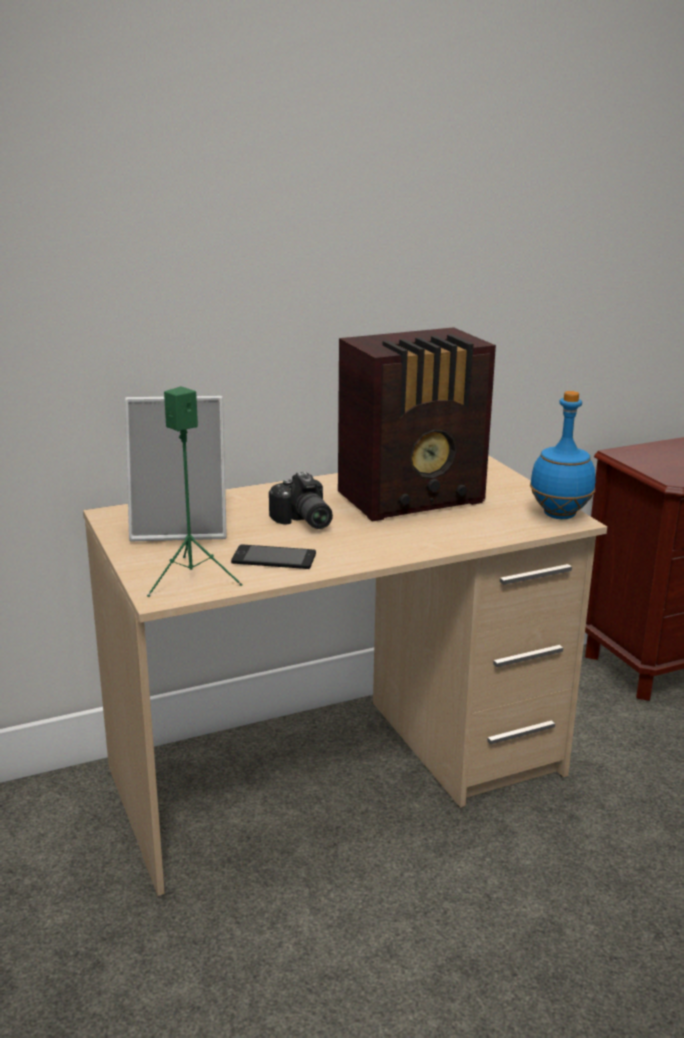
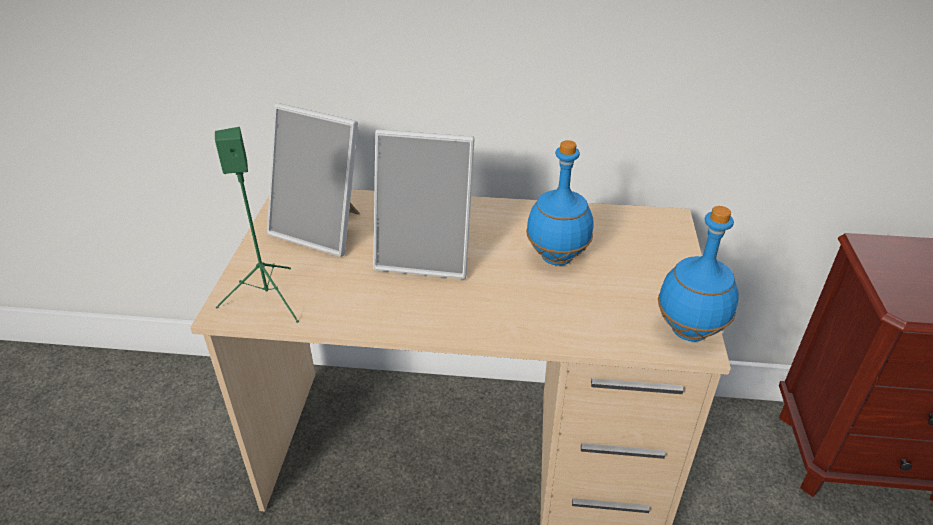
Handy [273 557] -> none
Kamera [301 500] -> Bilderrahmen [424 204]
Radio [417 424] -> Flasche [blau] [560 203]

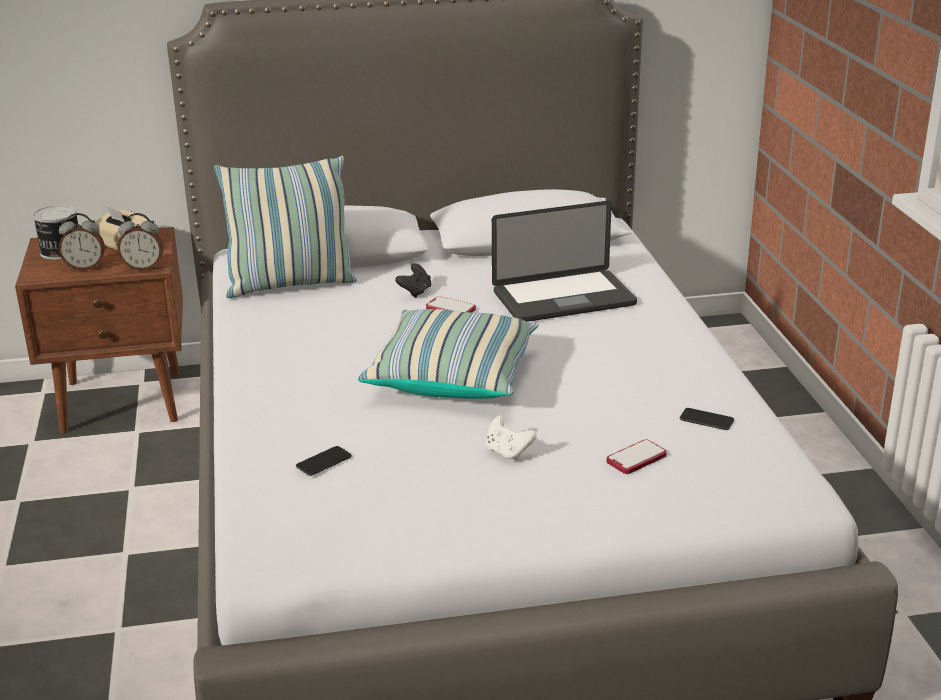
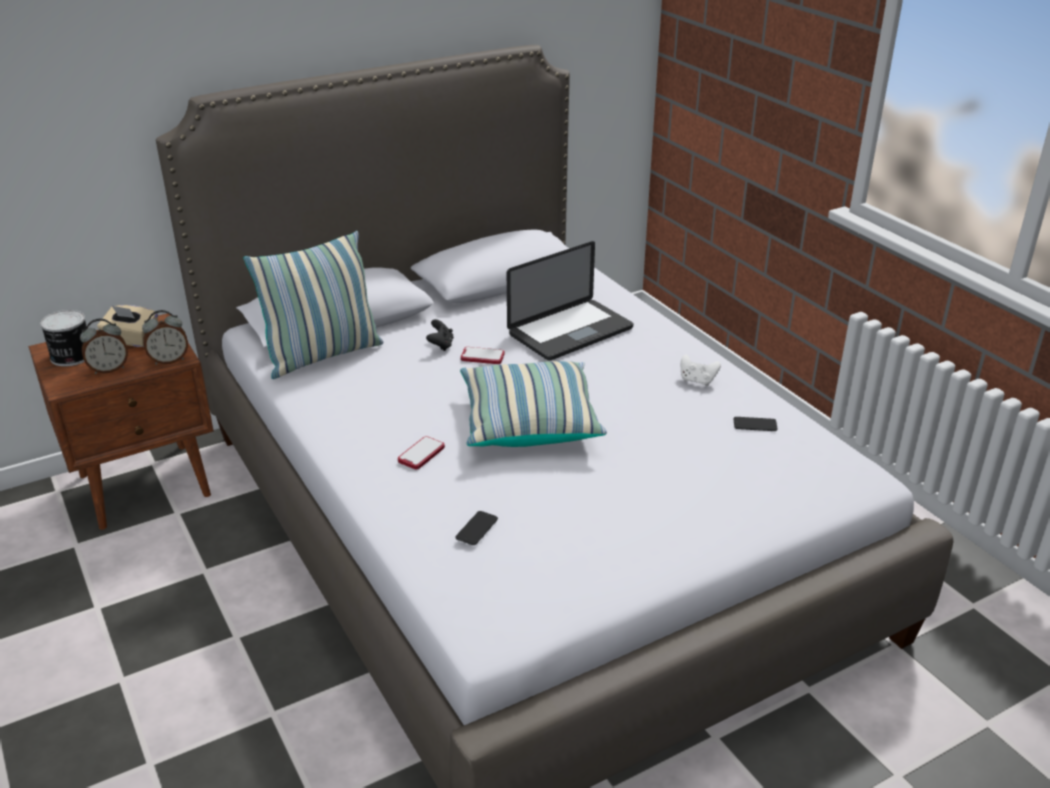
Gamepad [weiß] [511 438] -> Gamepad [weiß] [701 370], shifted
Handy [637 457] -> Handy [421 453], shifted

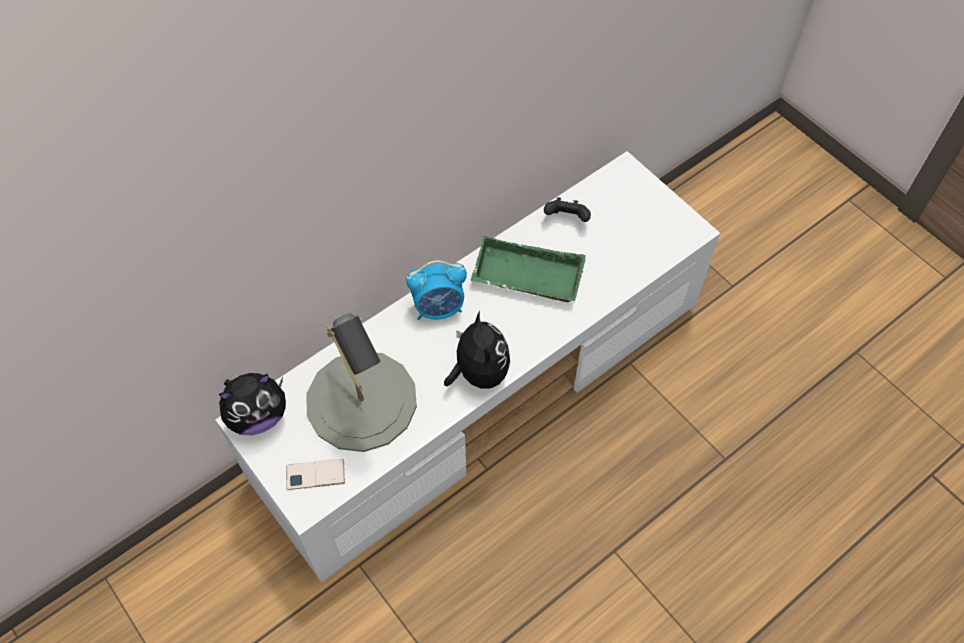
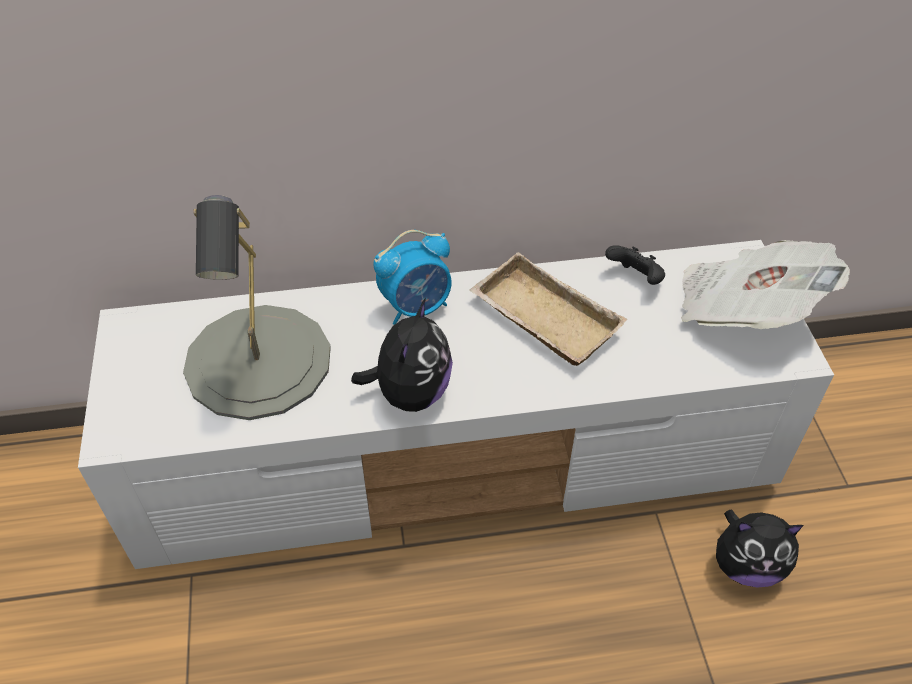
Handy [315 474] -> none
none -> Zeitung [765 284]
Plüschtier [252 404] -> Plüschtier [760 549], shifted
Tablett [grün] [528 269] -> Tablett [beige] [548 309]
Wecker [436 290] -> Wecker [412 277], 45 degrees counterclockwise

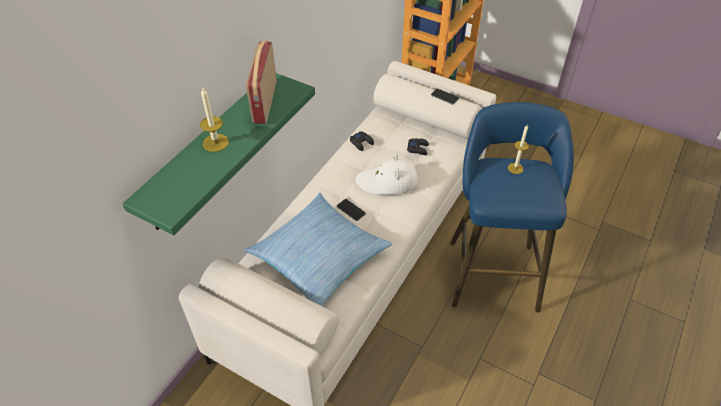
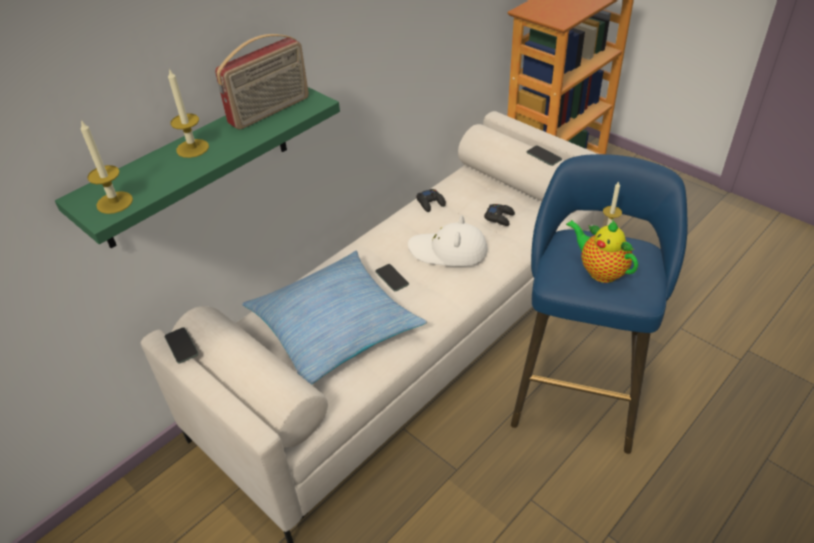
none -> Kerze [106 167]
none -> Handy [181 345]
none -> Teekanne [602 251]
Radio [261 82] -> Radio [262 82], 150 degrees counterclockwise

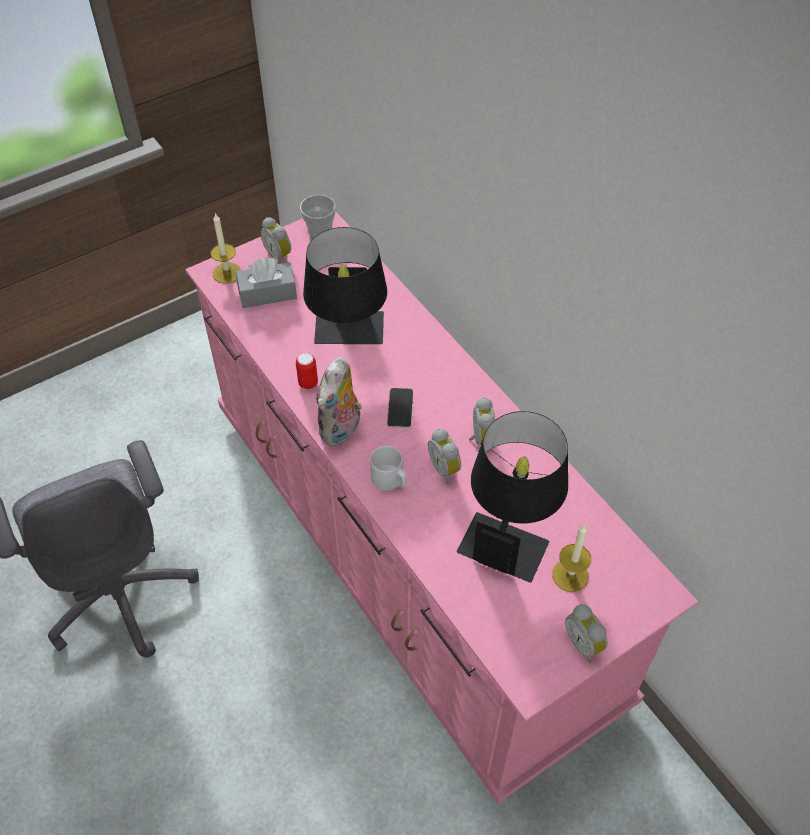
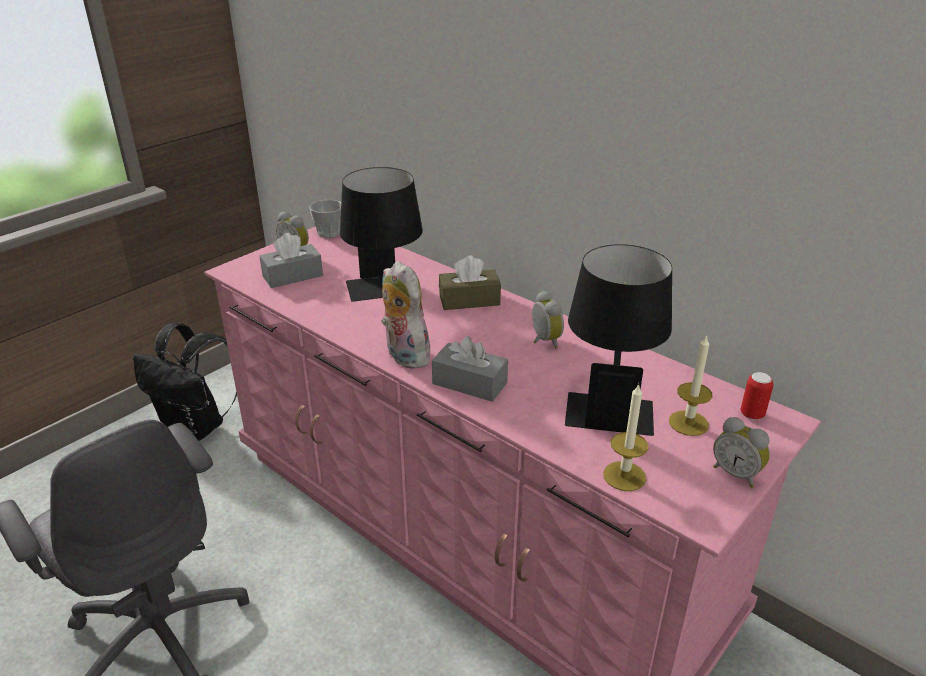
Handy [400 408] -> none
Wecker [444 456] -> none
none -> Rucksack [schwarz] [185 382]
none -> Taschentuchbox [braun] [470 282]
Kerze [225 248] -> Kerze [626 437], shifted
Dose [307 371] -> Dose [757 396], shifted
Henkelbecher [grau] [388 468] -> Taschentuchbox [grau] [470 369]
Plüschtier [339 402] -> Plüschtier [406 315], 135 degrees clockwise

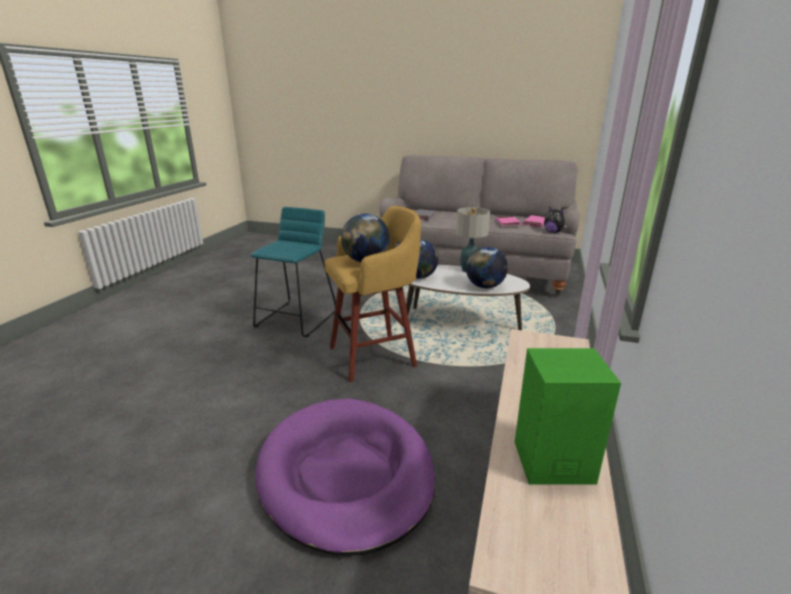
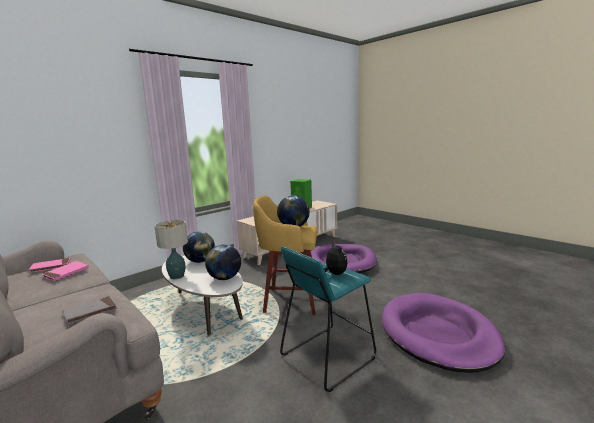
none -> Hundebett [lila] [443 333]
Plüschtier [556 220] -> Plüschtier [336 258], shifted

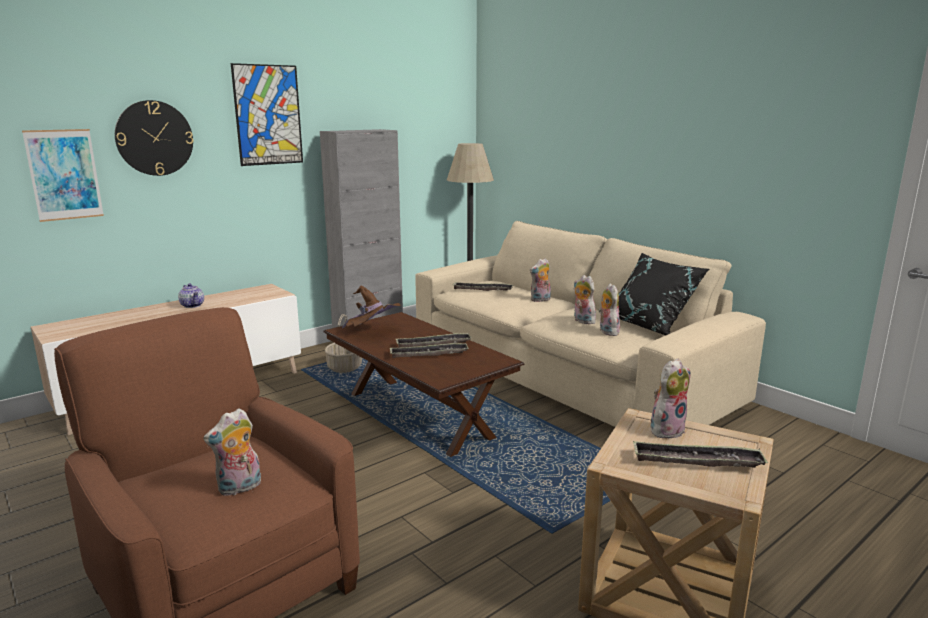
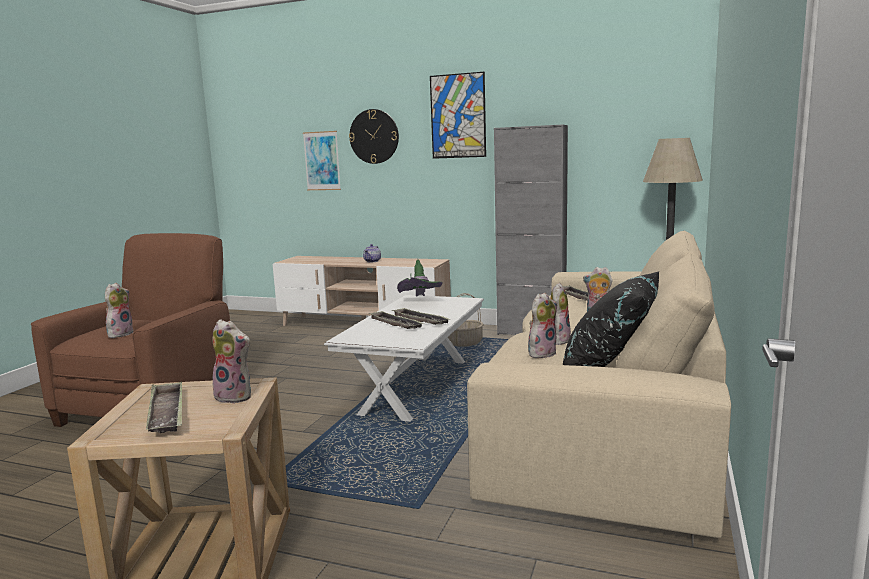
Couchtisch [braun] [423 384] -> Couchtisch [weiß] [404 358]
Hut [braun] [371 306] -> Hut [grün] [420 277]
Plüschtier [232 452] -> Plüschtier [119 310], 90 degrees clockwise

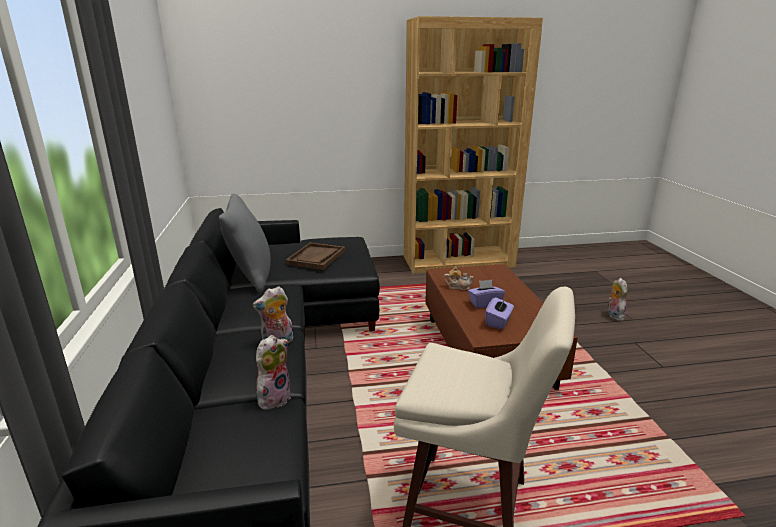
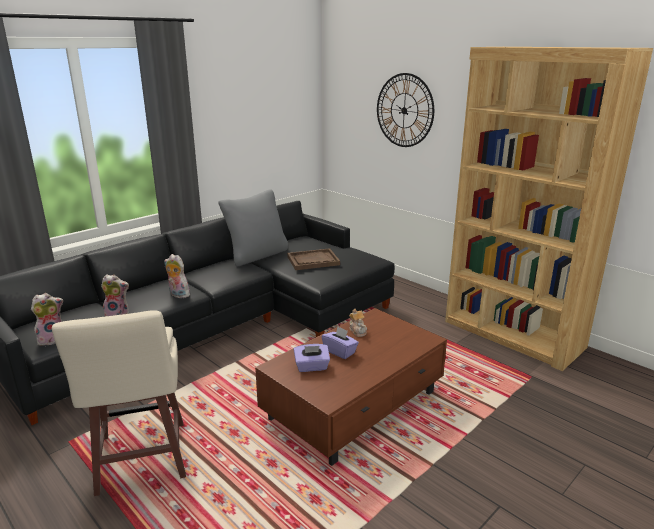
none -> Wanduhr [405 110]
Plüschtier [618 299] -> Plüschtier [47 319], shifted

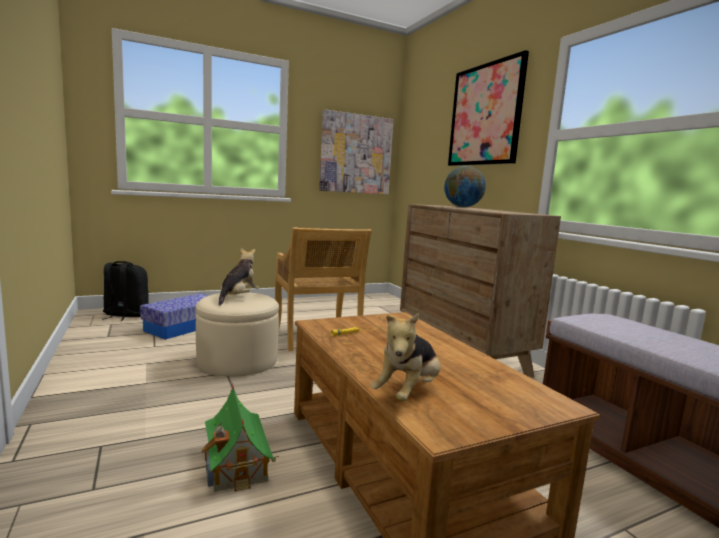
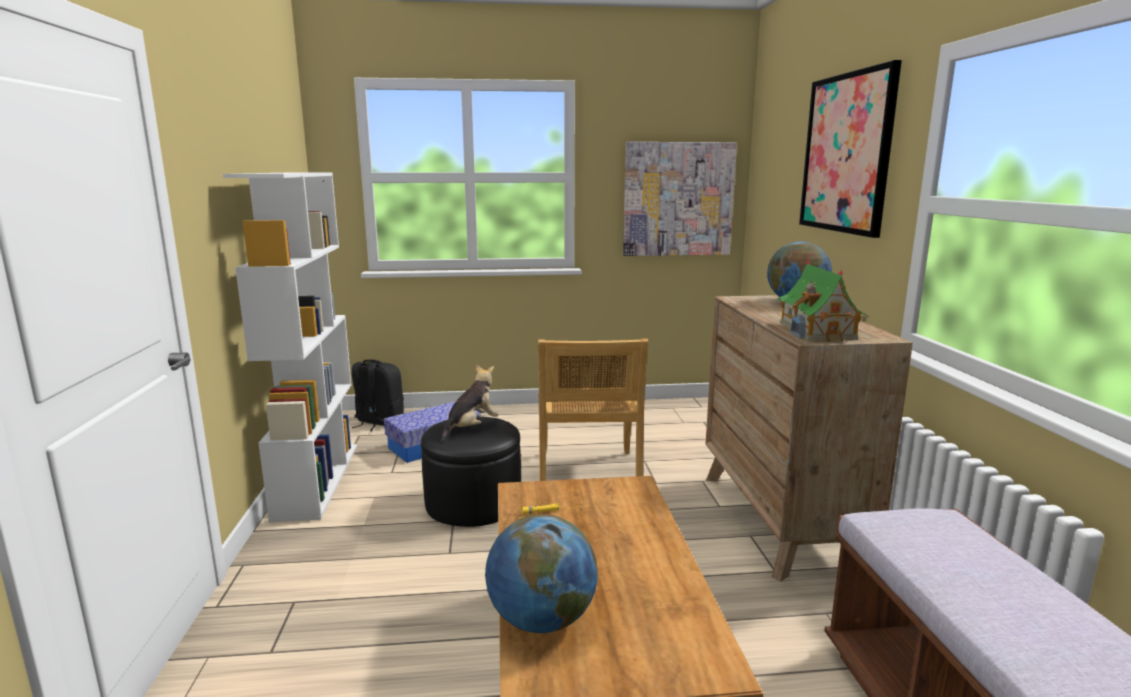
none -> Bücherregal [weiß] [290 347]
Spielzeughaus [240 438] -> Spielzeughaus [823 300], shifted
Plüschtier [405 357] -> Globus [541 573]
Polsterhocker [beige] [237 334] -> Polsterhocker [schwarz] [471 471]

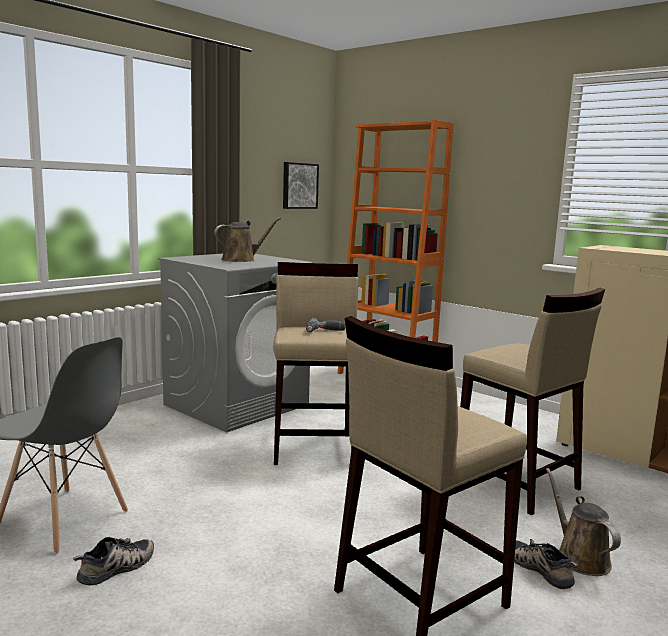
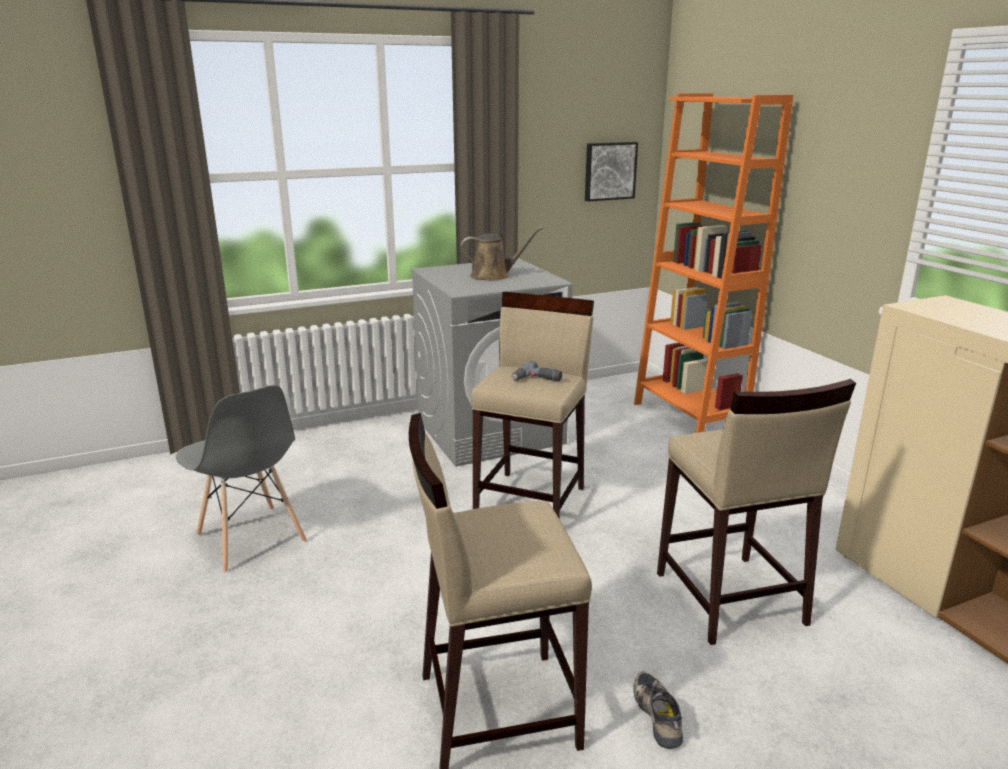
Schuh [113 561] -> none
Gießkanne [braun] [583 522] -> none

